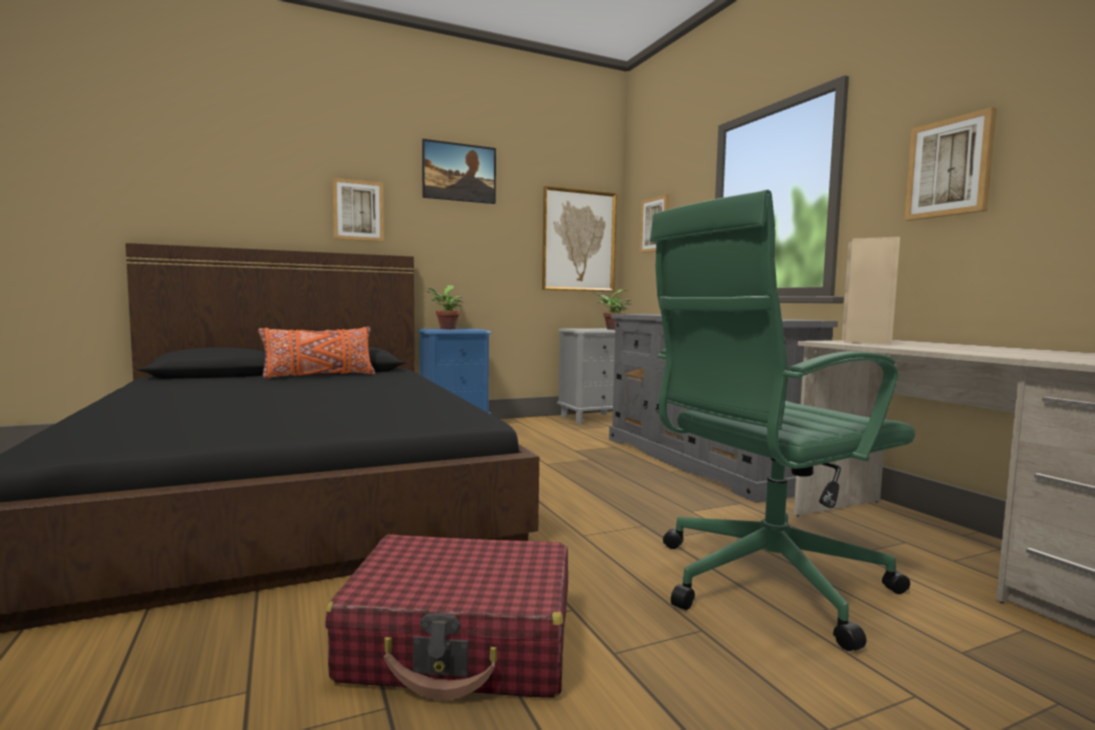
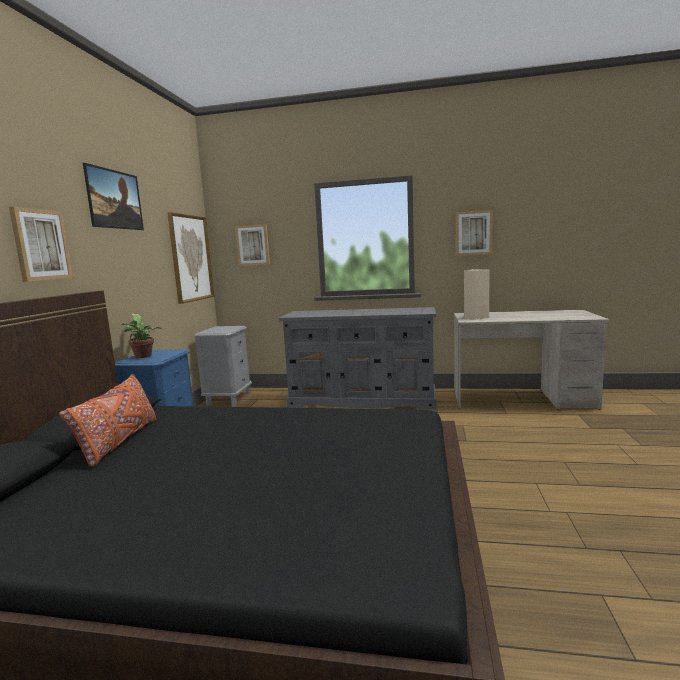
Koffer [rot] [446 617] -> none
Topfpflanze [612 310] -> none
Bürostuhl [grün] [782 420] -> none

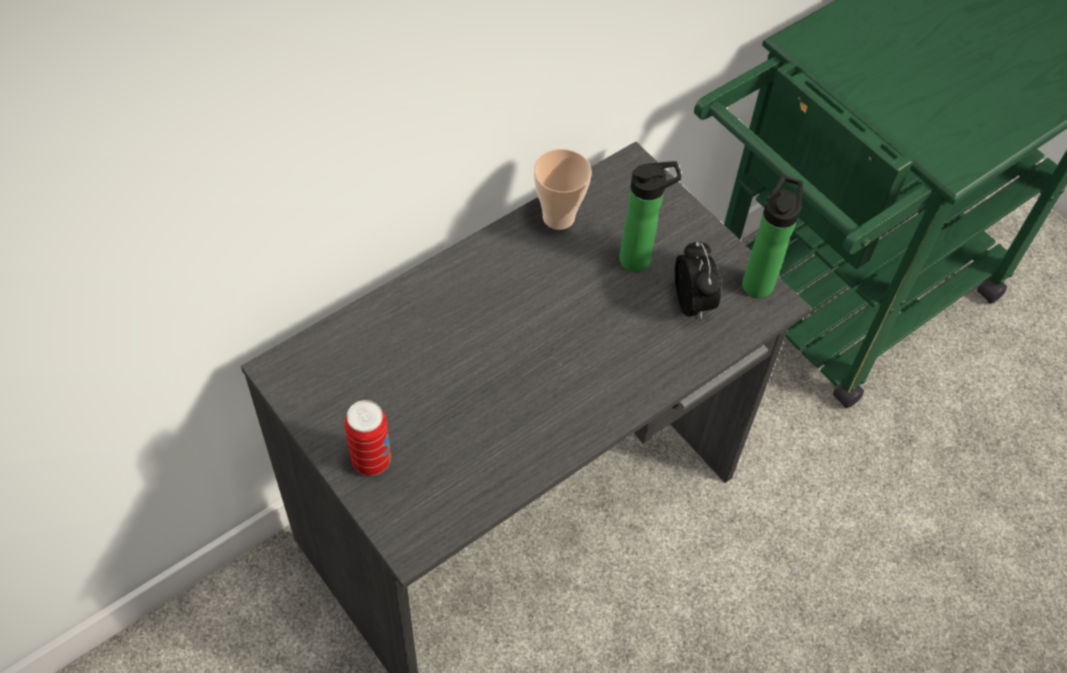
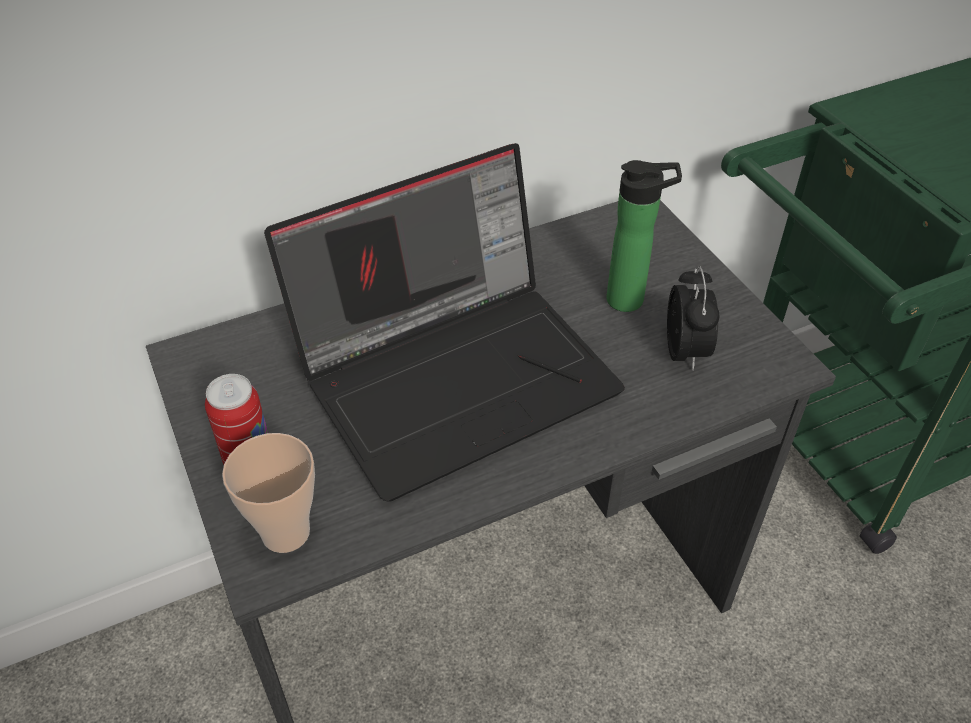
Flasche [772 237] -> none
none -> Laptop [444 322]
Tasse [563 189] -> Tasse [268 493], shifted

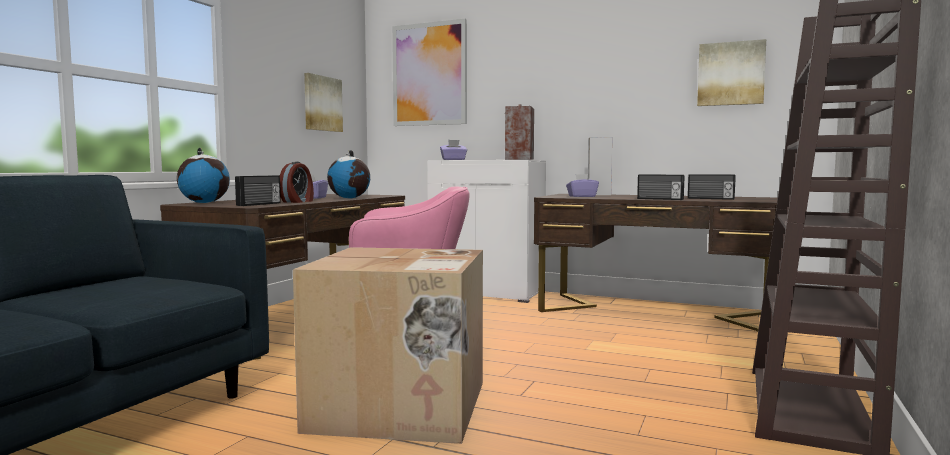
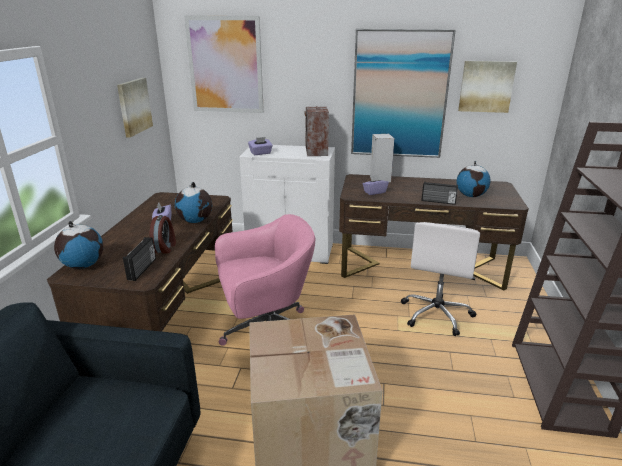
none -> Bild [403 93]
none -> Bürostuhl [weiß] [440 279]
Radio [712 187] -> Globus [473 179]

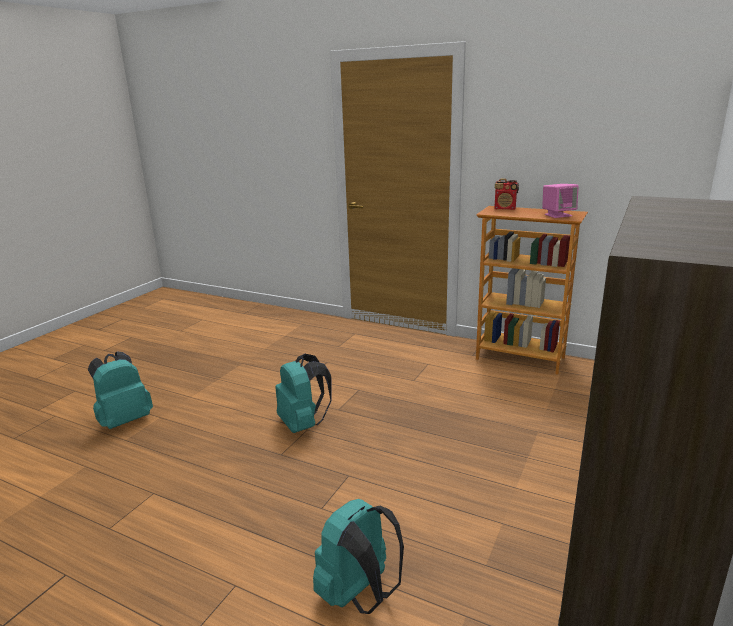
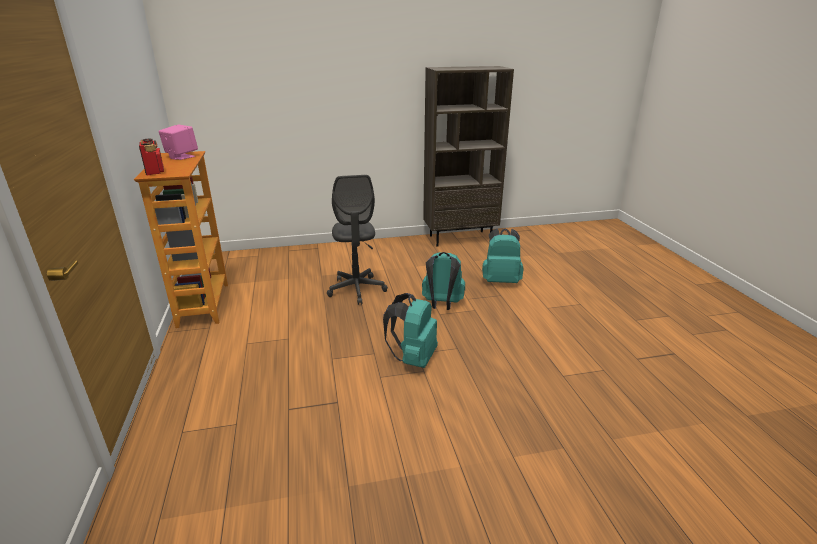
none -> Bürostuhl [grau] [357 240]
Rucksack [türkis] [120 390] -> Rucksack [türkis] [443 281], shifted

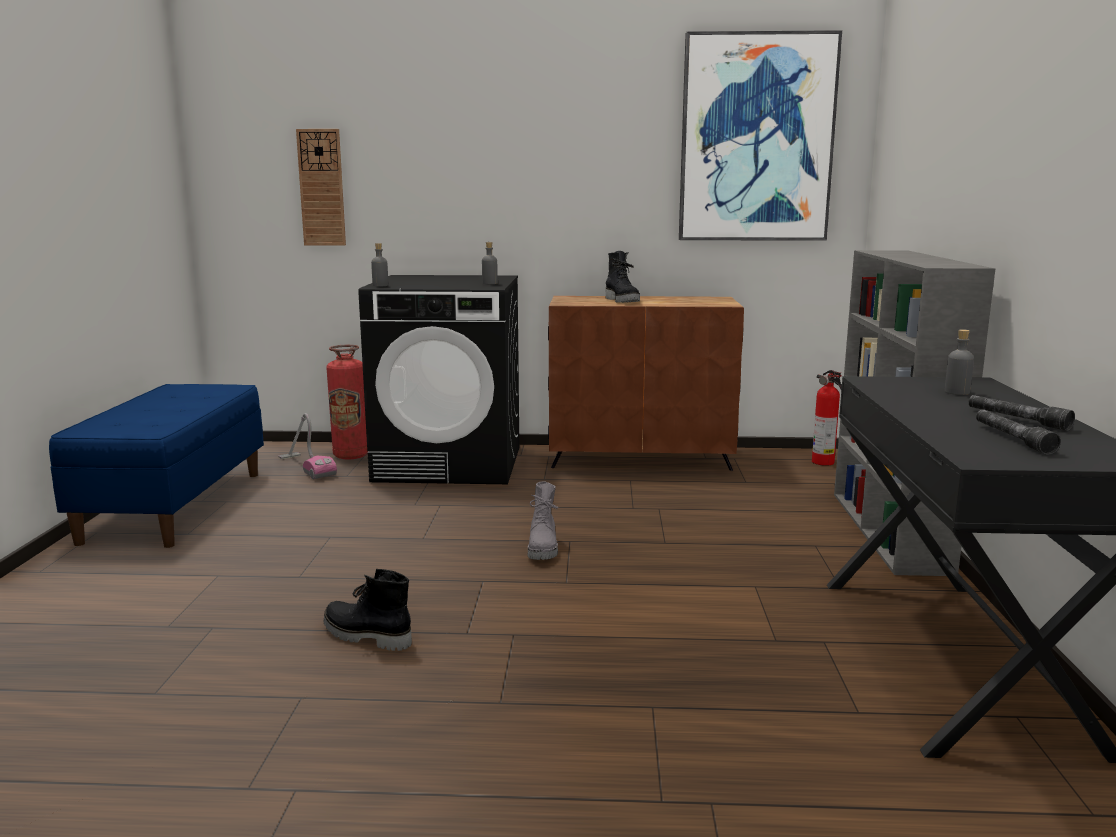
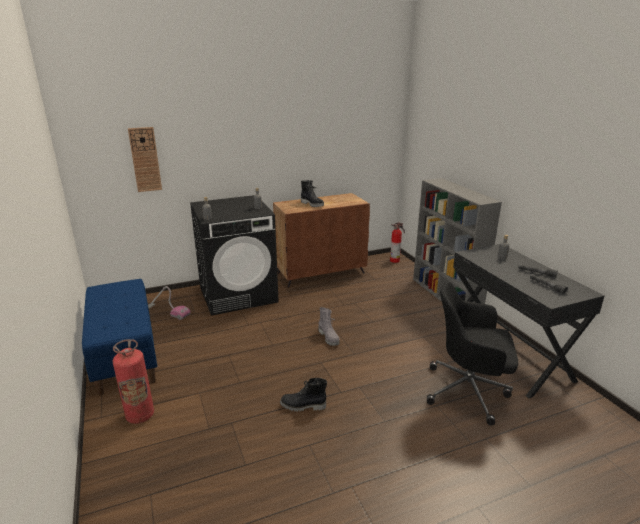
Bild [760 135] -> none
none -> Bürostuhl [schwarz] [472 354]
Feuerlöscher [347 401] -> Feuerlöscher [133 381], shifted

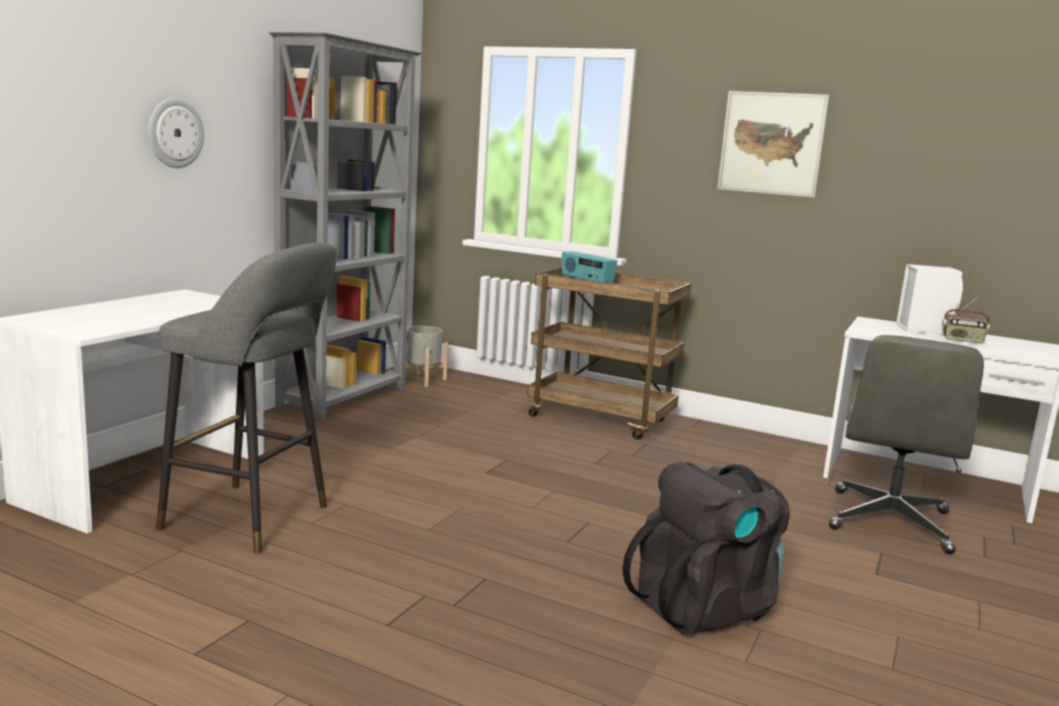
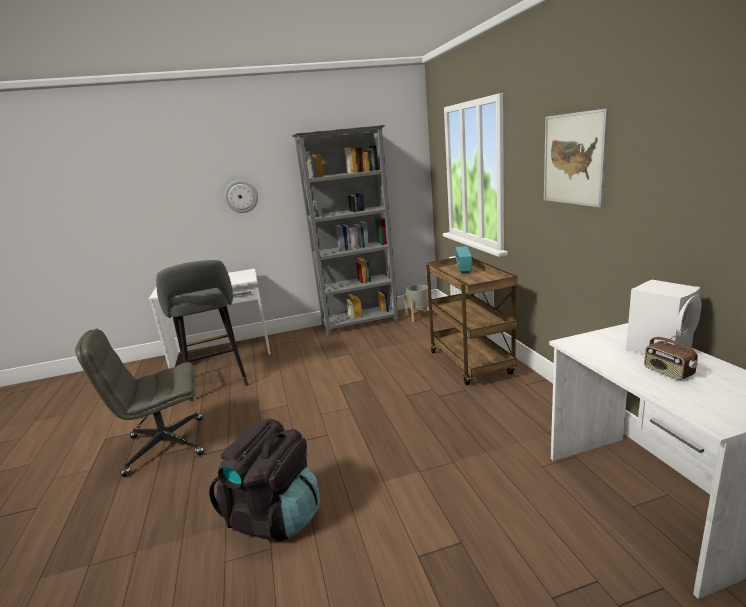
Bürostuhl [grau] [906 444] -> Bürostuhl [grau] [139 403], shifted

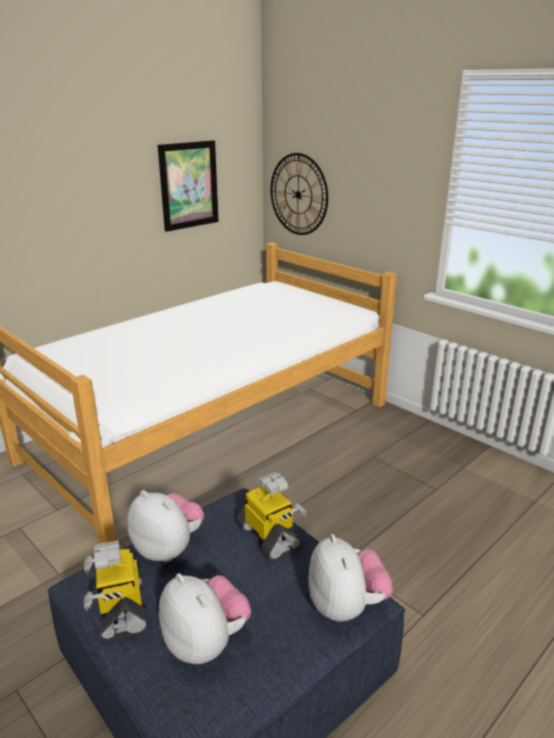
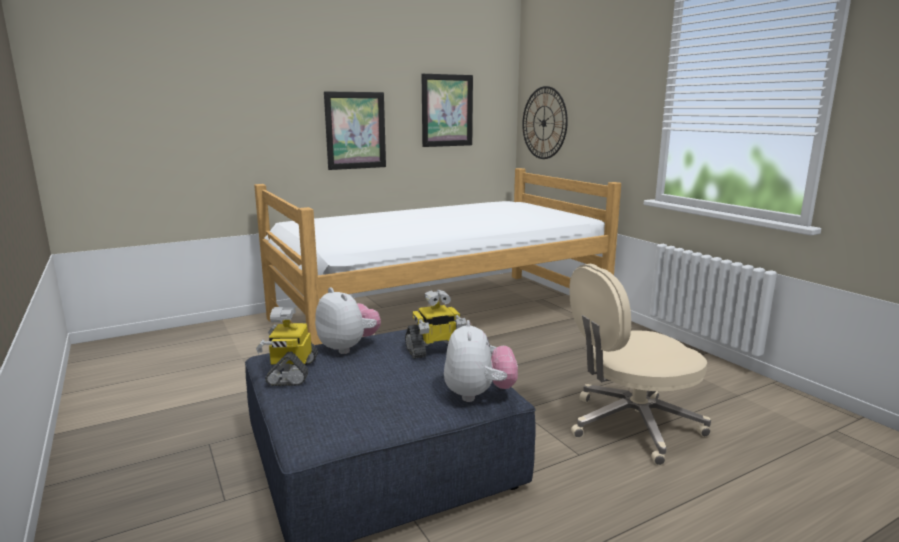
Plüschtier [205 618] -> none
none -> Bild [355 130]
none -> Bürostuhl [beige] [640 364]
Spielzeugroboter [271 516] -> Spielzeugroboter [436 324], 90 degrees clockwise

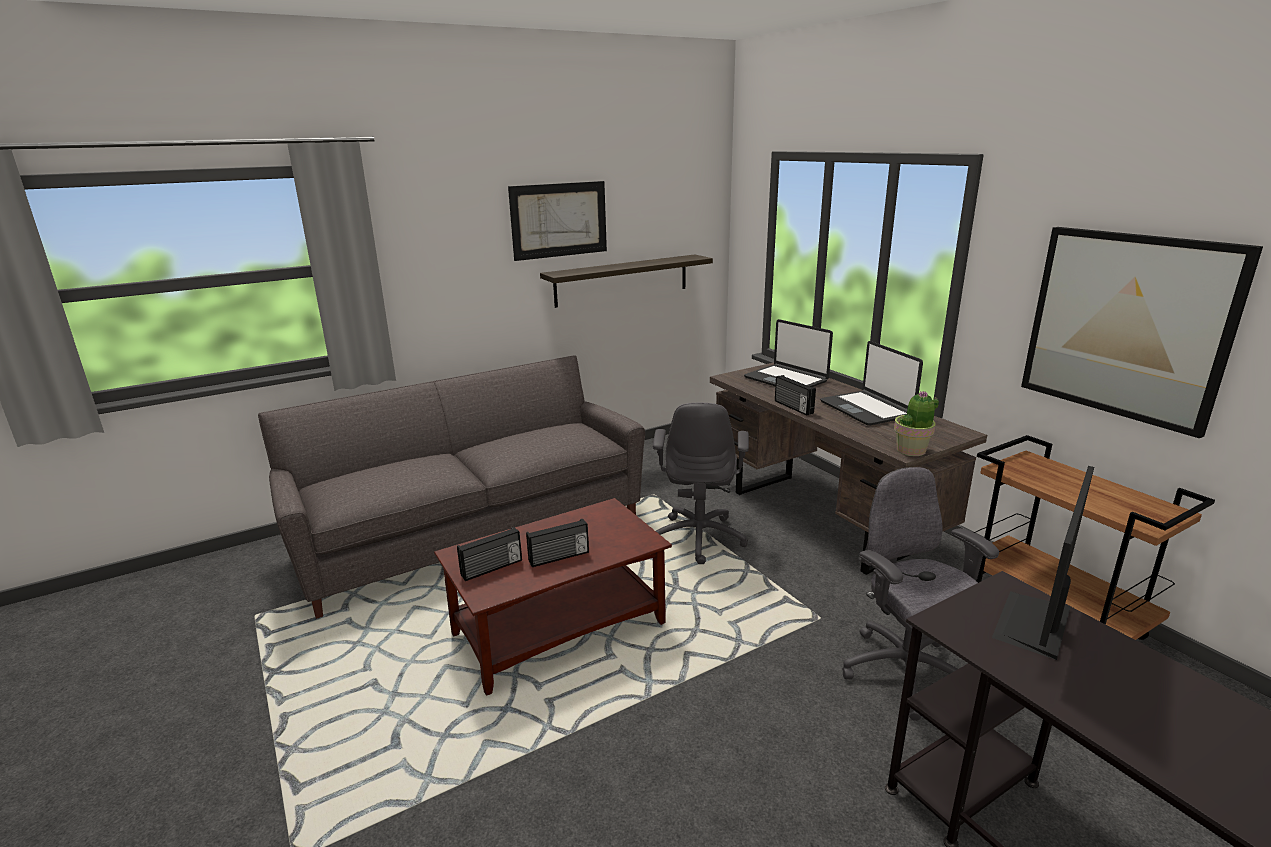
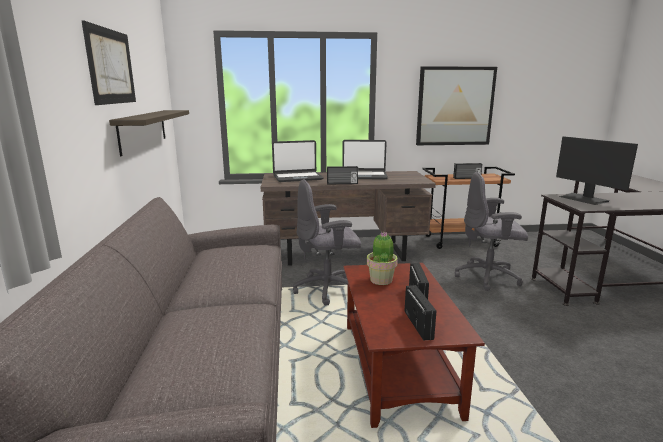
none -> Radio [467 171]
Topfpflanze [916 423] -> Topfpflanze [382 258], shifted
Bürostuhl [grau] [701 483] -> Bürostuhl [grau] [327 242], 135 degrees clockwise

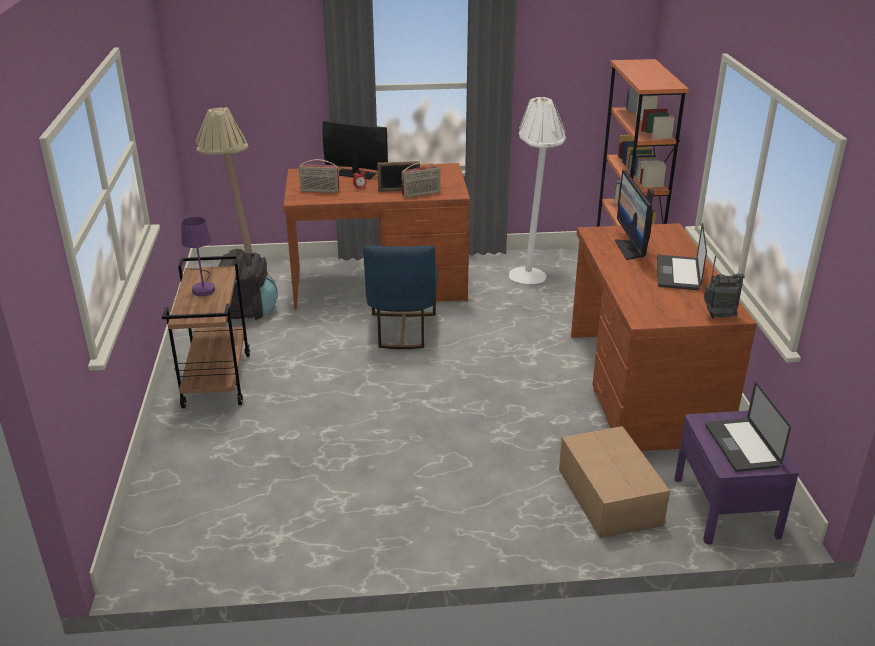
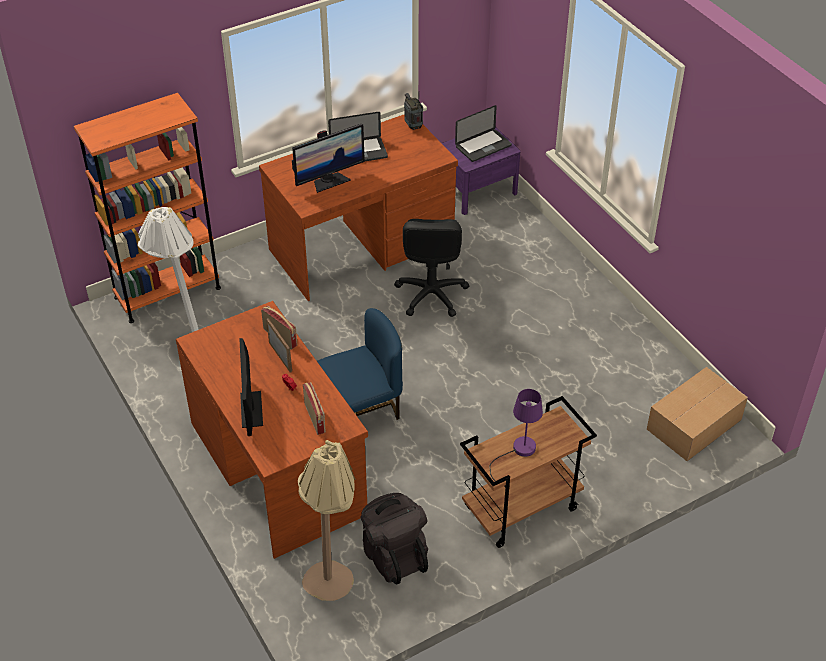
none -> Bürostuhl [schwarz] [431 268]
Karton [614 482] -> Karton [697 414], shifted

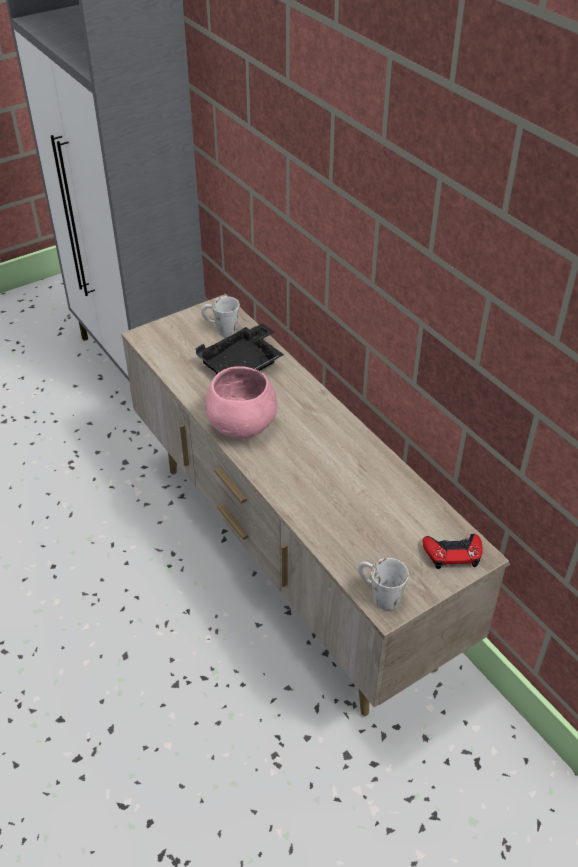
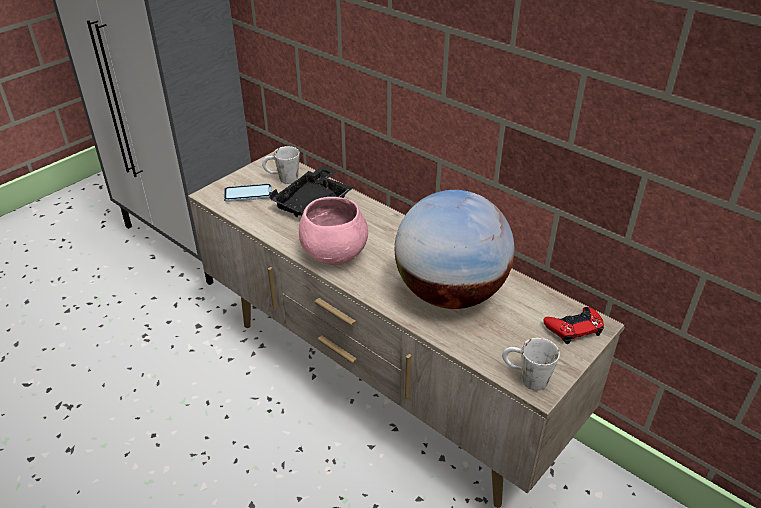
none -> Handy [248 193]
none -> Globus [454 249]

